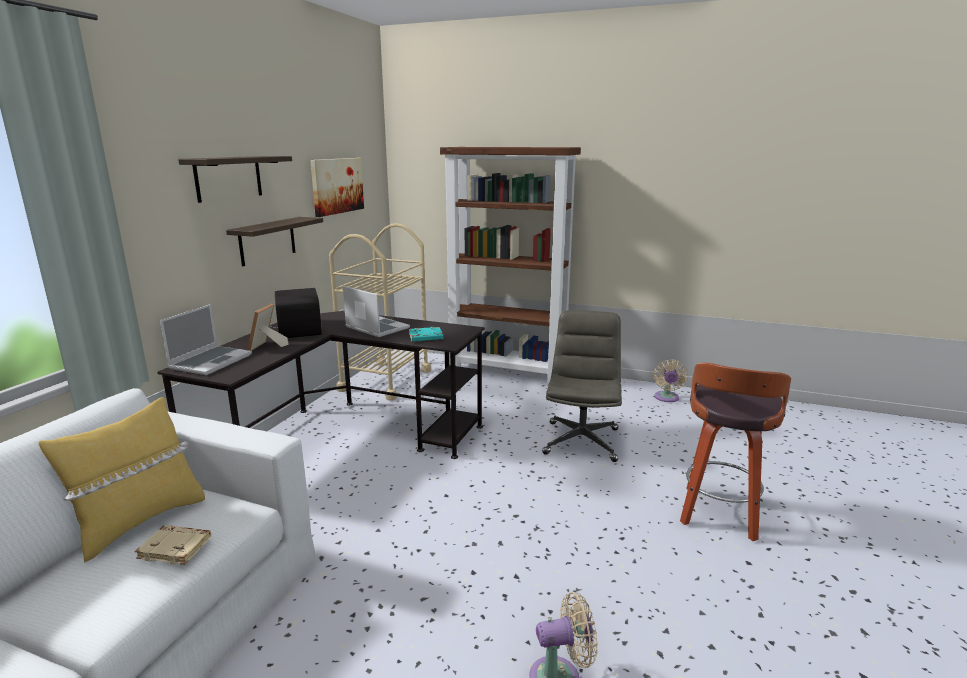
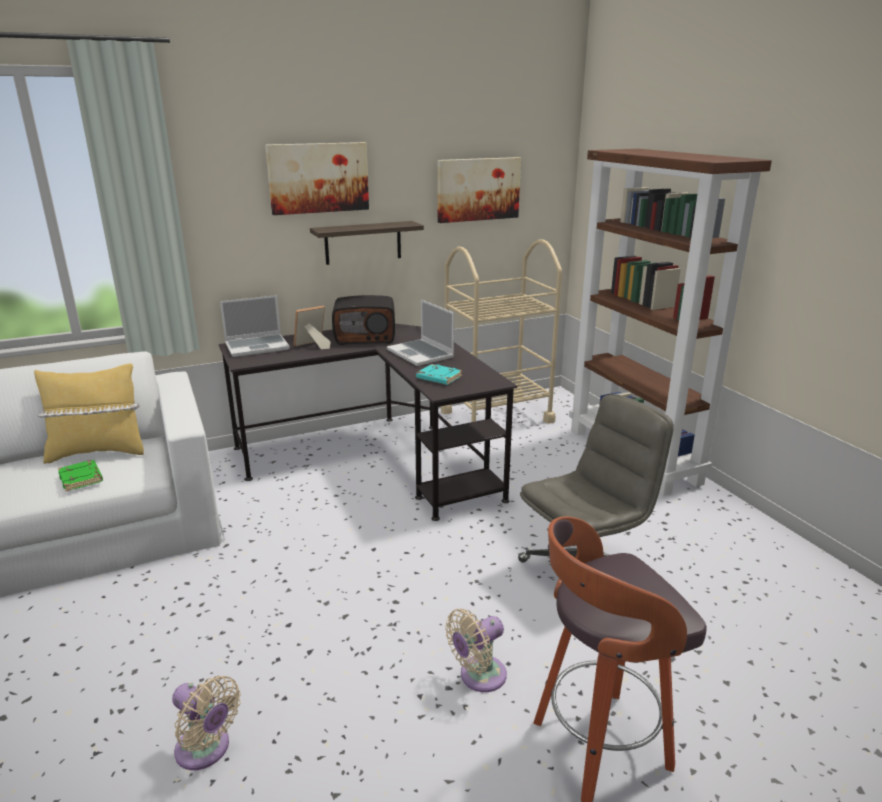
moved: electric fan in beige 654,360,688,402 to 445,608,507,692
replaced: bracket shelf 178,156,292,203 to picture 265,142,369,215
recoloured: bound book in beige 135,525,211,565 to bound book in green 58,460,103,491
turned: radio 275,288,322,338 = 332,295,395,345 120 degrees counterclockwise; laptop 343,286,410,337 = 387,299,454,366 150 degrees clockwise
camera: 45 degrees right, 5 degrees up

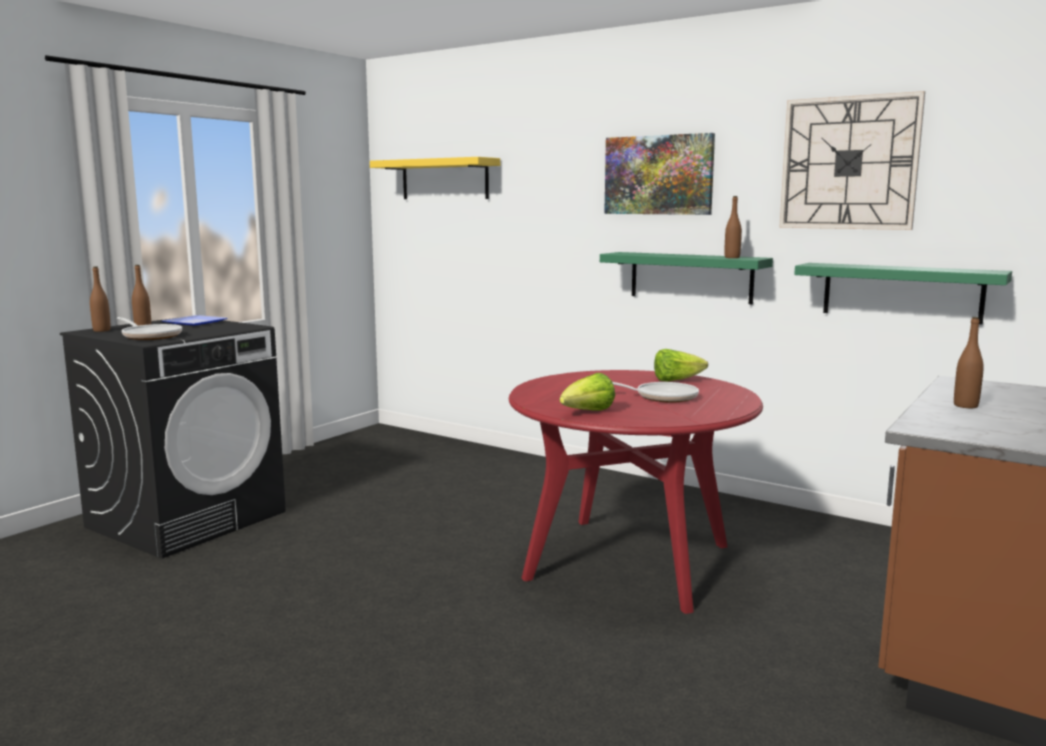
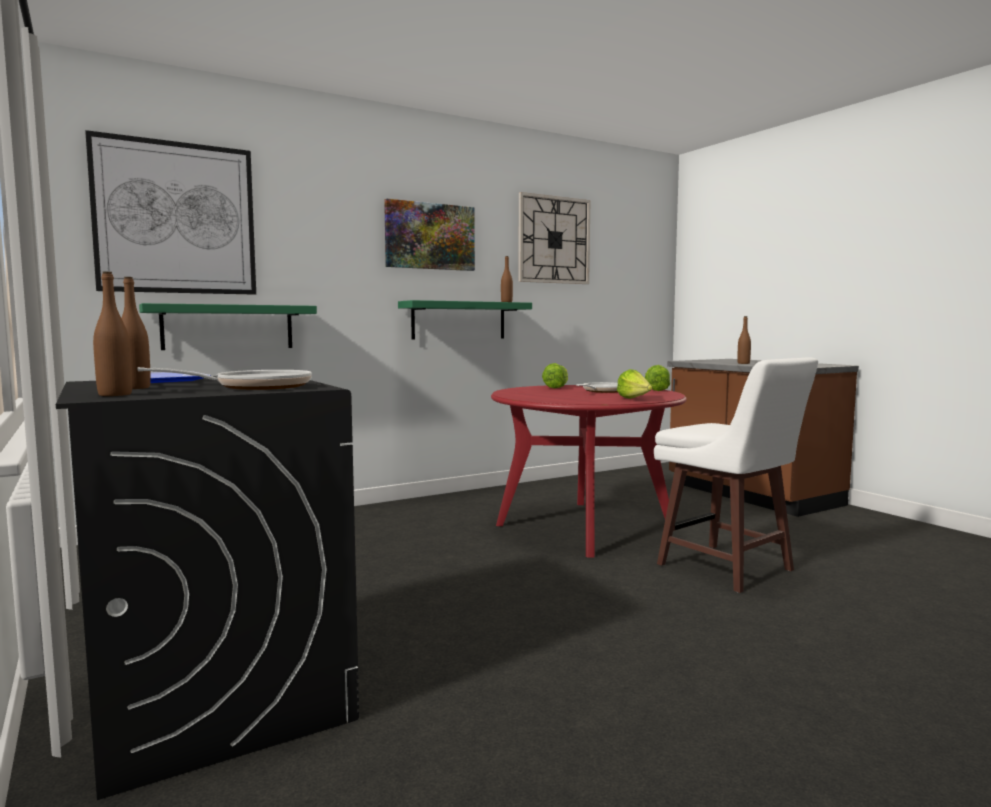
added: lettuce 645,365,670,391; sitting stool in white-coloured 654,357,818,593
moved: bracket shelf in green 794,263,1012,324 to 139,303,317,350
replaced: bracket shelf in yellow 370,157,500,199 to picture 85,130,256,295
camera: 65 degrees left, 5 degrees down

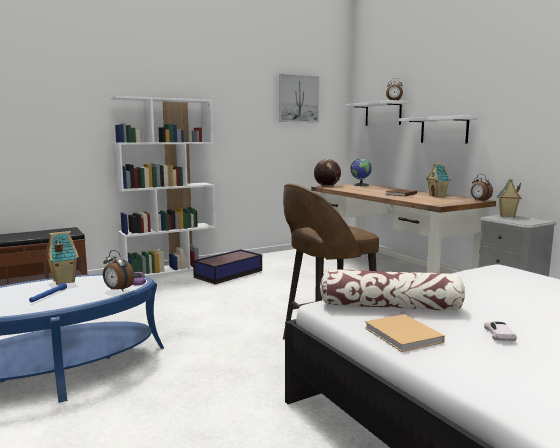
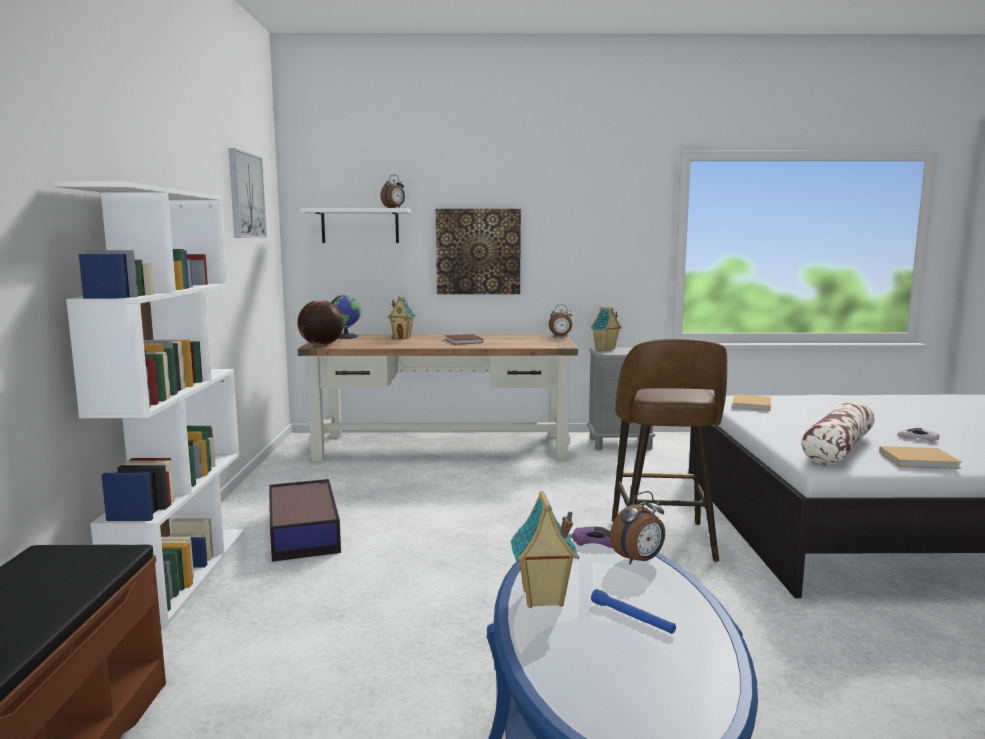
added: bound book in beige 732,394,771,411
moved: miniature house 426,163,451,197 to 387,295,415,339
replaced: bracket shelf in white-coloured 399,116,478,143 to picture 436,209,521,294
camera: 60 degrees left, 0 degrees up

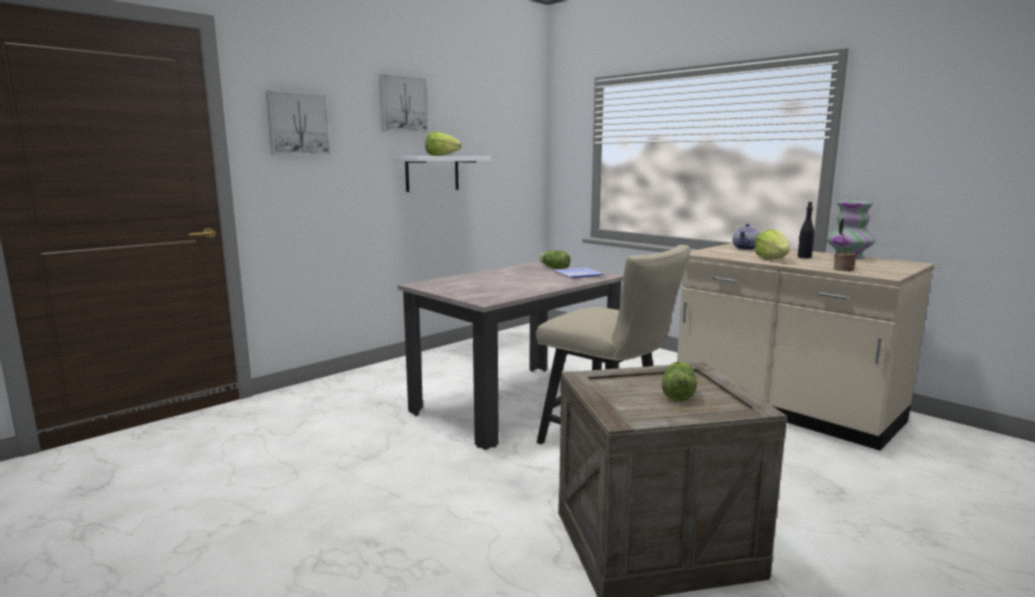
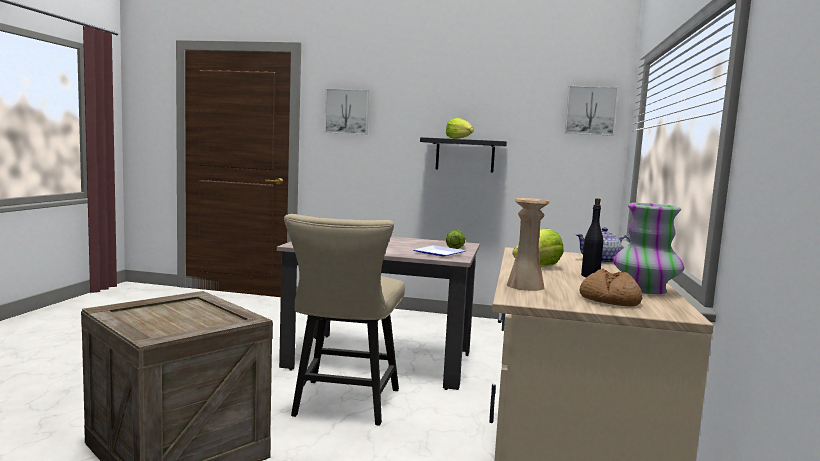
removed: lettuce 662,362,697,402
added: bread 580,268,643,307
moved: picture 379,74,429,132 to 565,86,618,136
replaced: plant in a pot 833,218,856,271 to vase in beige 507,198,550,291
recoloured: bracket shelf in white-coloured 394,156,491,192 to bracket shelf in black-coloured 420,137,507,173
camera: 55 degrees right, 5 degrees down

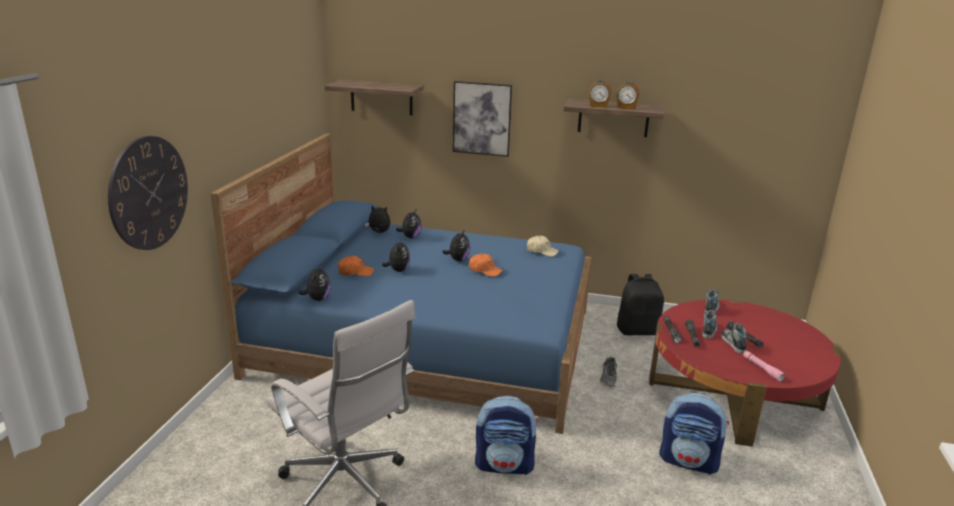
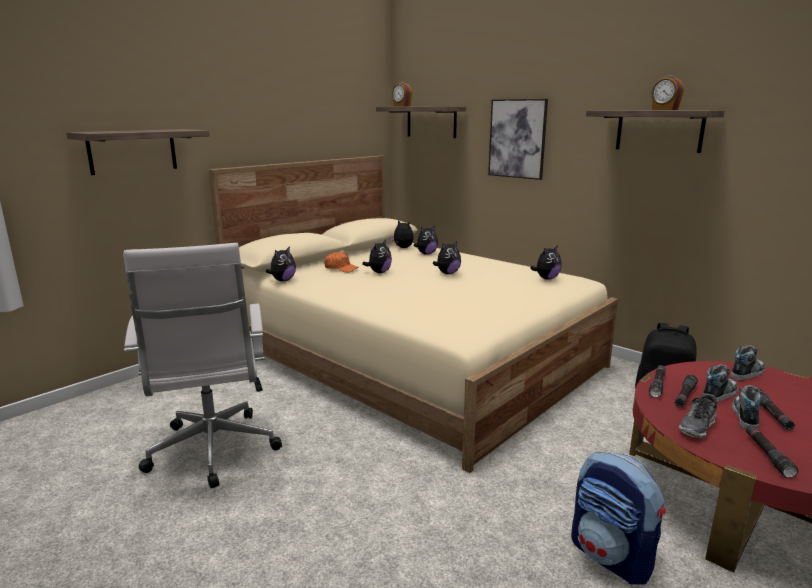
removed: cap in orange 469,254,503,277; rucksack 475,395,538,475
moved: bedside clock 589,80,611,108 to 392,82,412,107; low shoe 600,357,617,387 to 679,393,717,438
replaced: clock on the wall 108,136,188,250 to bracket shelf 66,129,210,175; cap in beige 527,236,559,257 to plush toy 530,245,562,280
recoloured: bedroom bed in bluish 210,133,591,434 to bedroom bed in beige 209,156,618,473; torch in pink-coloured 743,351,785,381 to torch in black-coloured 746,425,798,478
camera: 30 degrees right, 5 degrees down

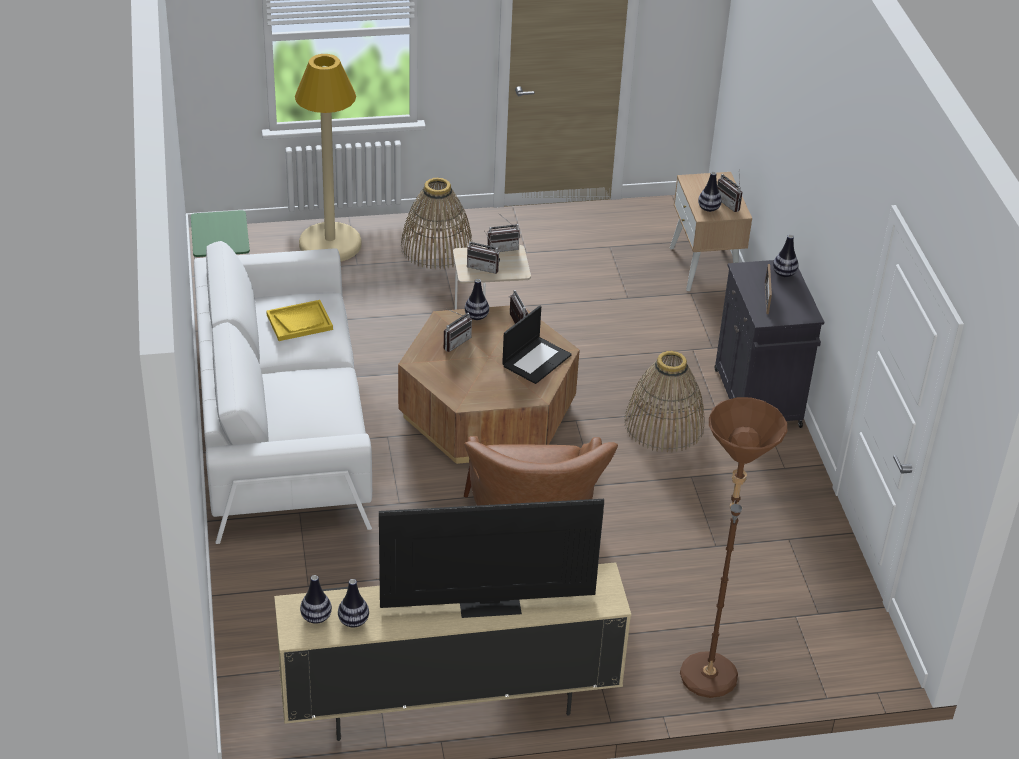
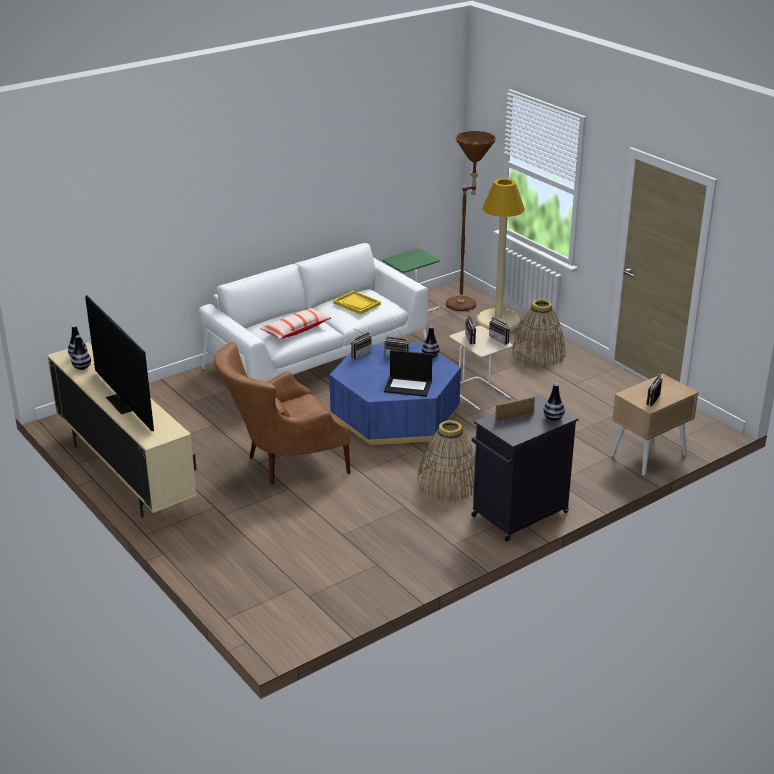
removed: vase 698,172,722,212
added: cushion 259,308,331,339
moved: radio 509,290,528,324 to 351,328,372,359; standard lamp in brown 680,397,787,698 to 446,131,496,311
recoloured: coffee table in brown 398,306,580,464 to coffee table in bluish 329,342,461,445
camera: 65 degrees right, 10 degrees down

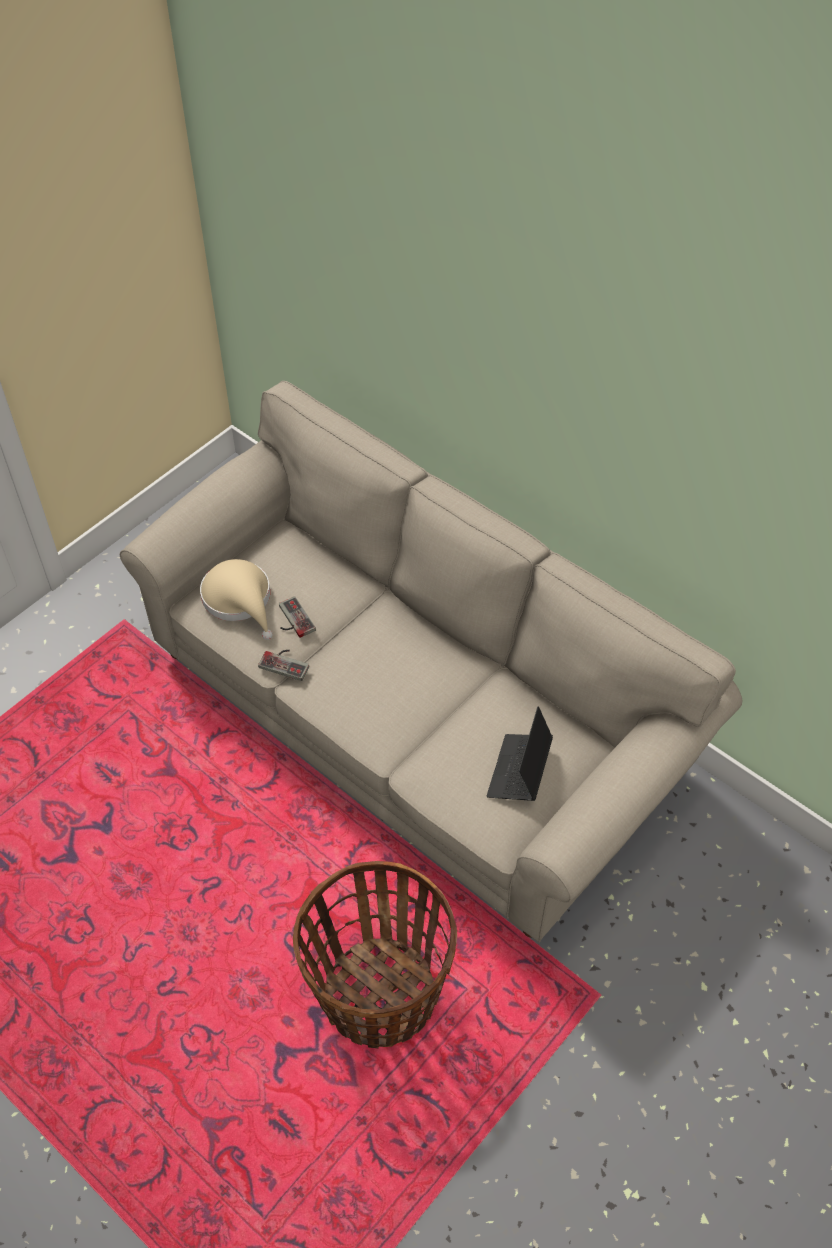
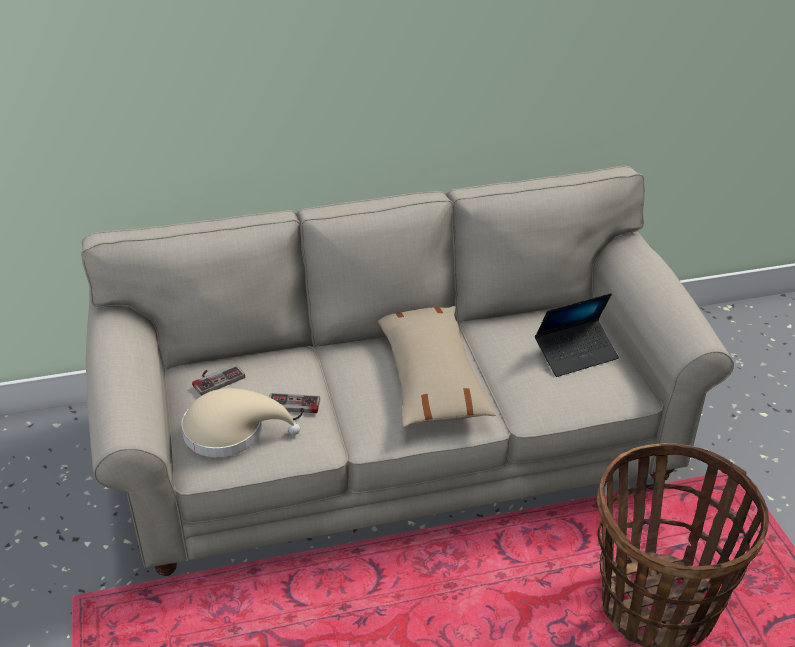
added: cushion in beige 378,306,496,428
moved: joypad 258,650,309,681 to 192,364,245,396
turned: laptop 487,706,553,801 = 535,293,619,377 75 degrees counterclockwise
camera: 55 degrees left, 15 degrees down

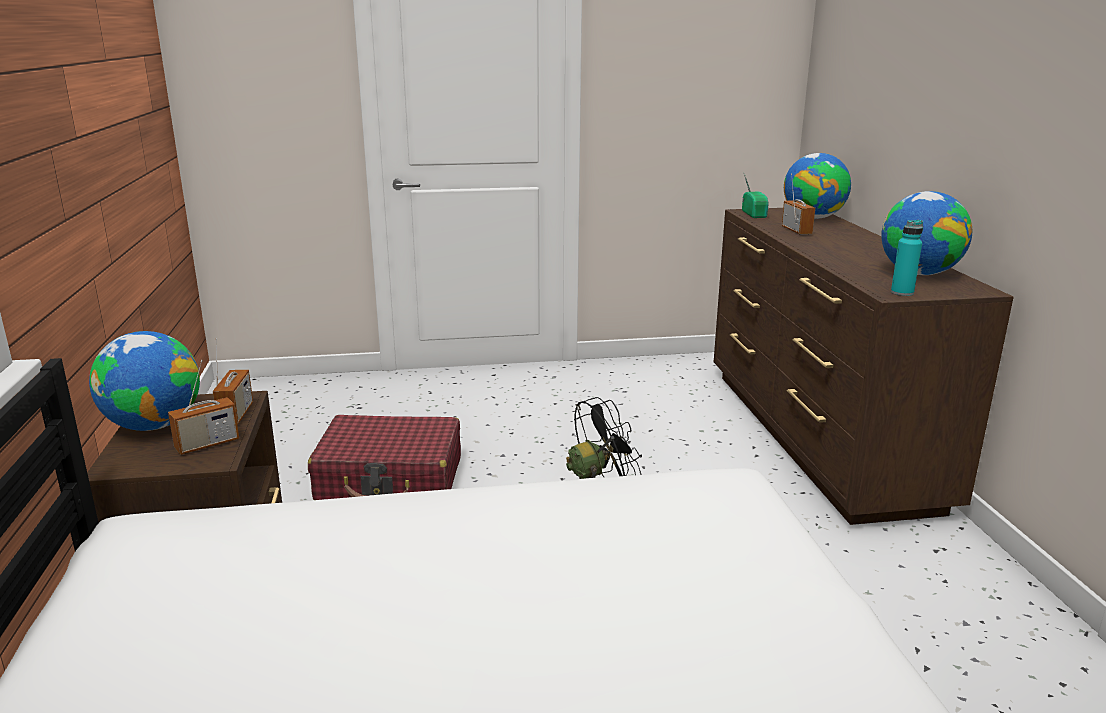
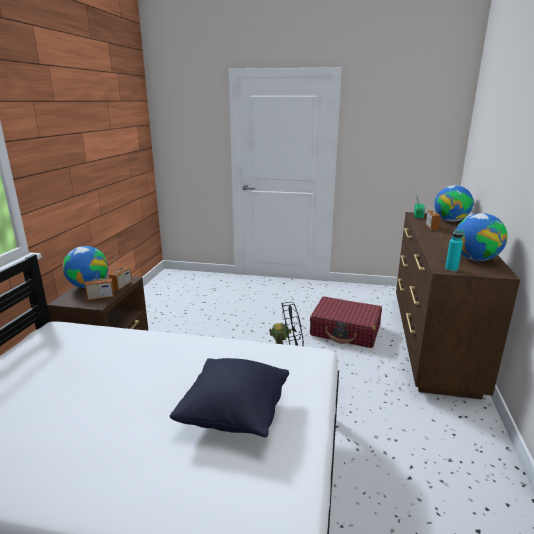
added: cushion in black-coloured 170,358,289,437
moved: suitcase in red 308,415,461,500 to 310,296,382,348
camera: 20 degrees right, 0 degrees up

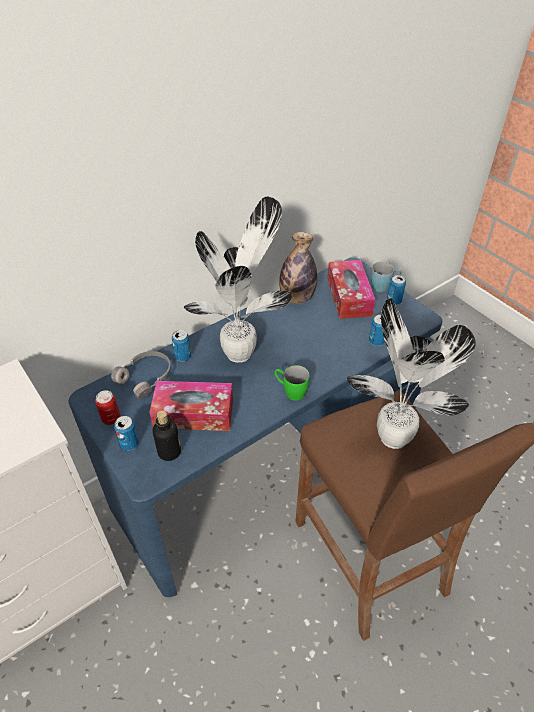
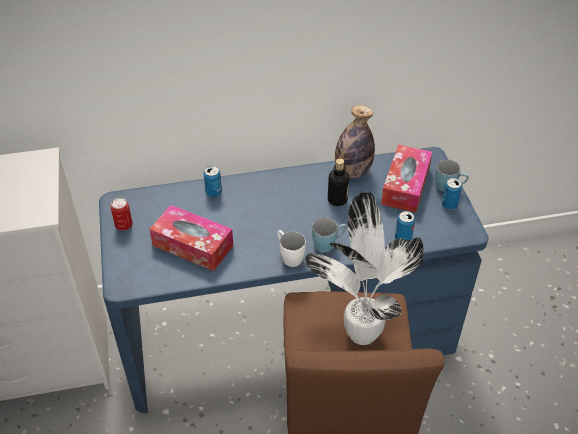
removed: headphones in greyish 111,351,171,399; can 114,416,139,451; plant in a pot 184,197,292,363
added: mug in bluish 312,218,347,252
moved: beverage bottle 153,410,181,461 to 328,158,349,206
recoloured: mug in green 275,365,310,401 to mug in white-coloured 277,230,306,267
camera: 25 degrees right, 0 degrees up

